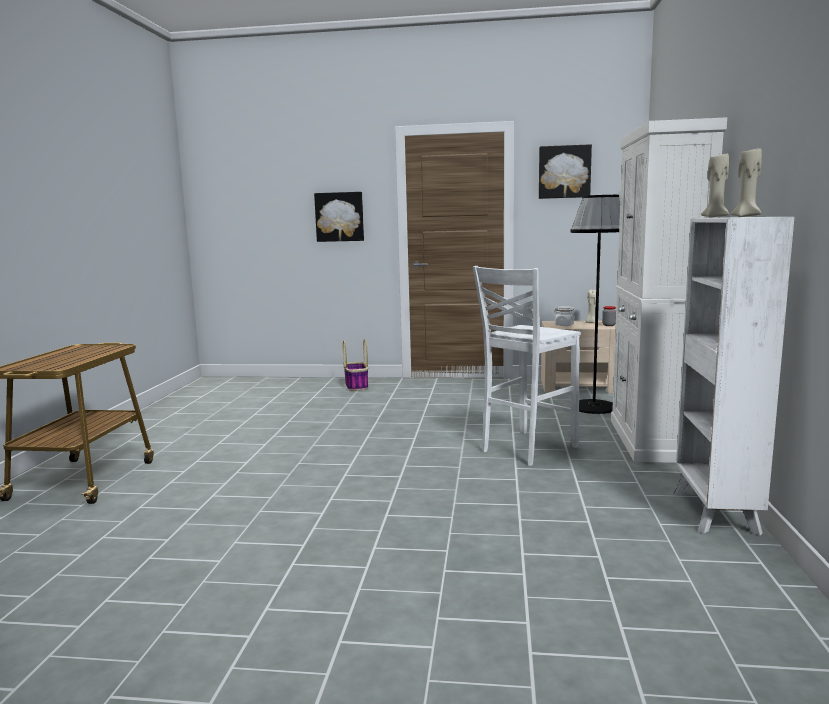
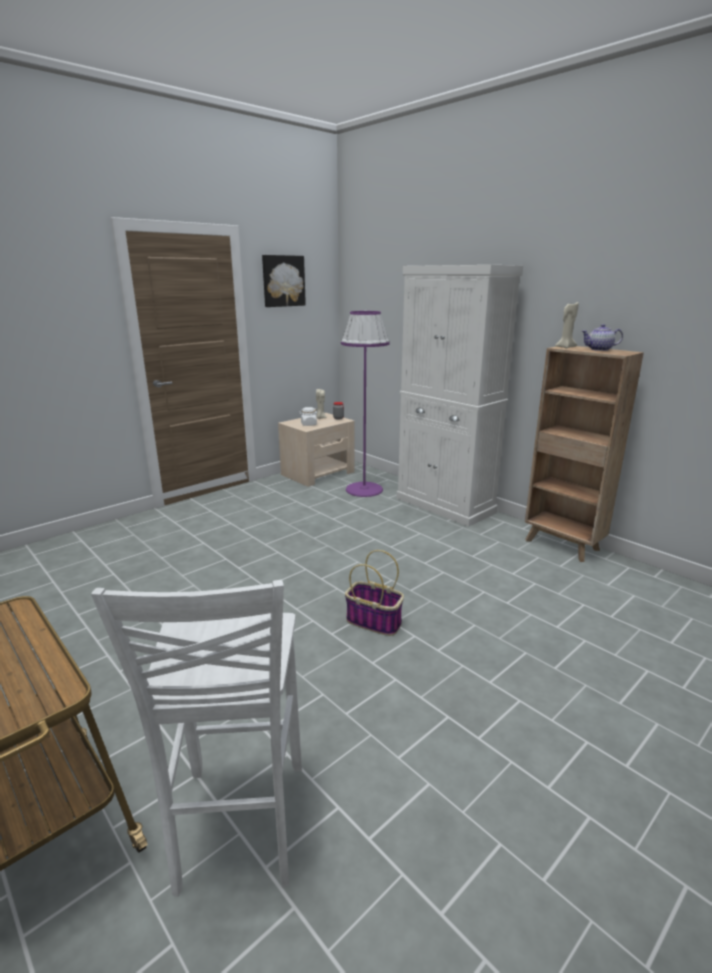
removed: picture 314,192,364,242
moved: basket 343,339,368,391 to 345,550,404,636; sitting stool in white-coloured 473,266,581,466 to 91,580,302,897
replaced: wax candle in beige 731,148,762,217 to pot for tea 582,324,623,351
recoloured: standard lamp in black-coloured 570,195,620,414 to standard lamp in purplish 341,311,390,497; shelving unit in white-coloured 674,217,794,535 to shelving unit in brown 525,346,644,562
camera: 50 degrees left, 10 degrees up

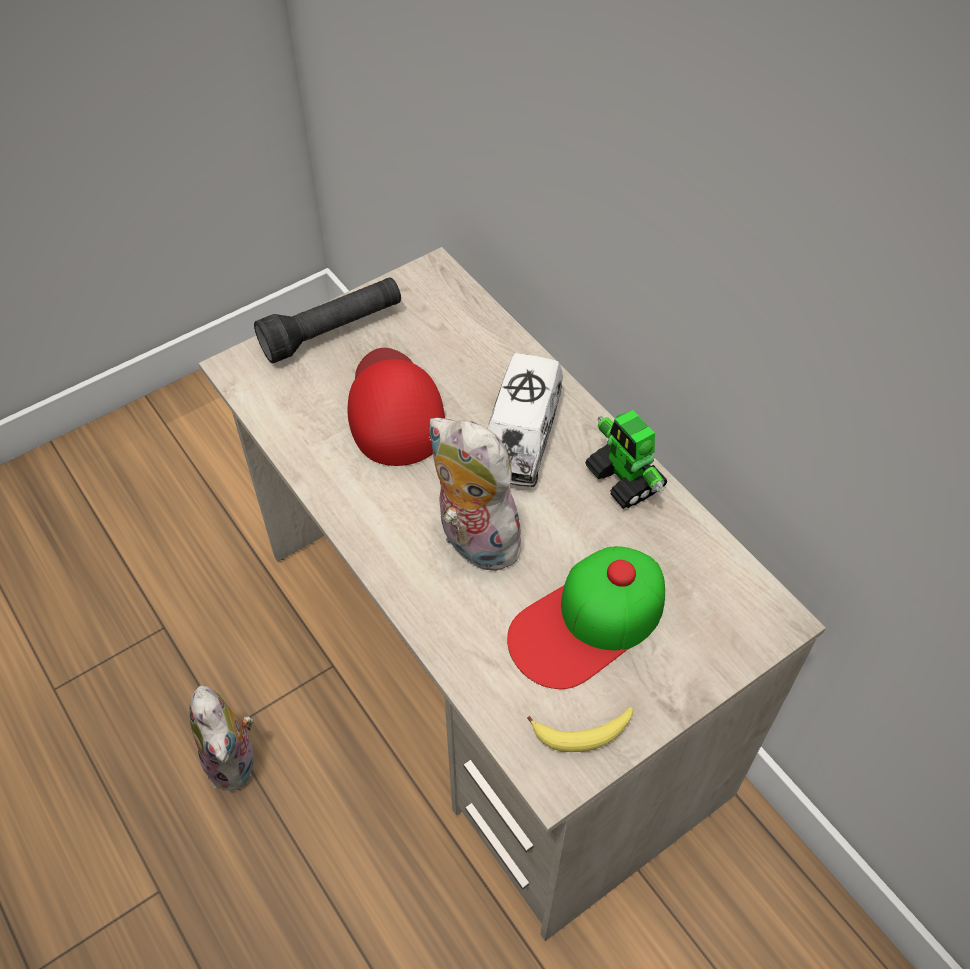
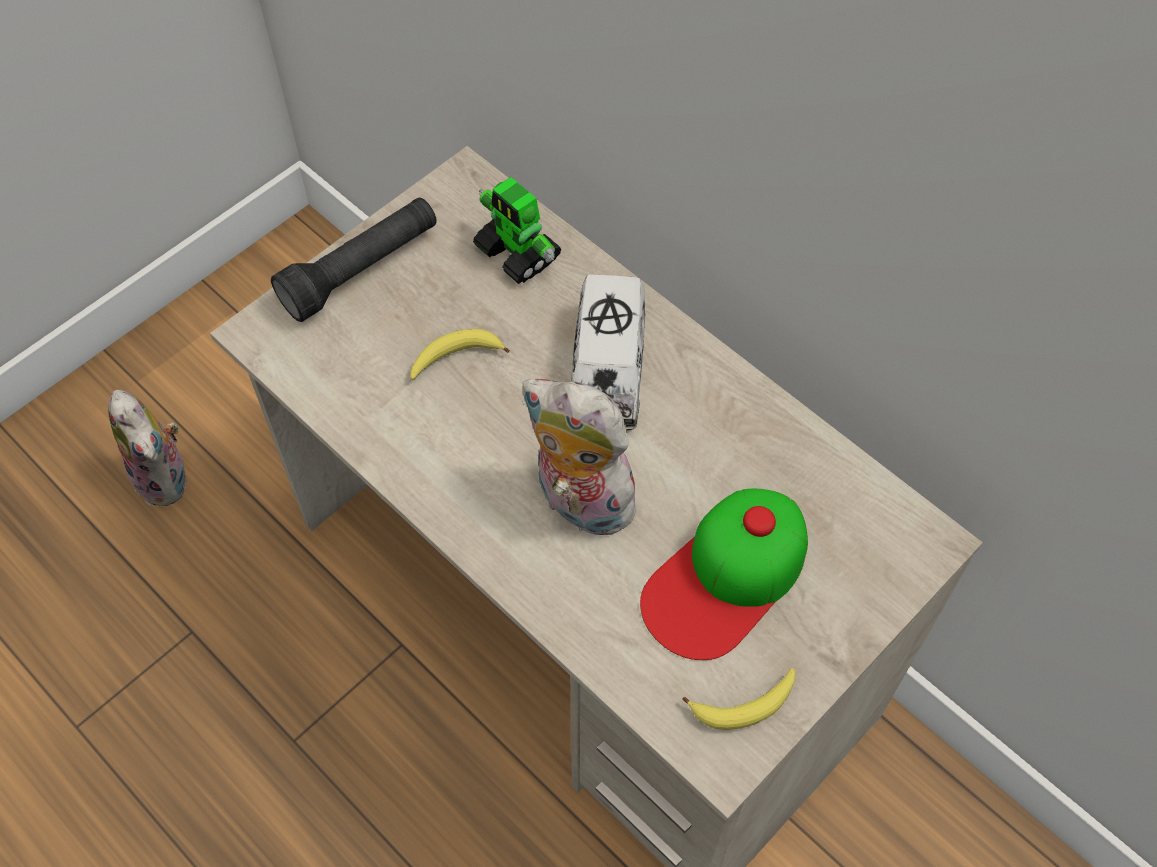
moved: plush toy 189,686,254,791 to 108,390,187,506; robot figure 585,410,668,509 to 473,177,561,284
replaced: cap in red 347,348,445,466 to banana 410,329,510,380
camera: 10 degrees left, 5 degrees up

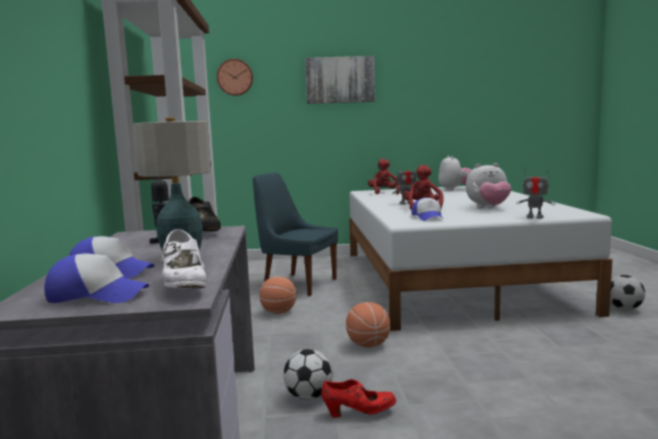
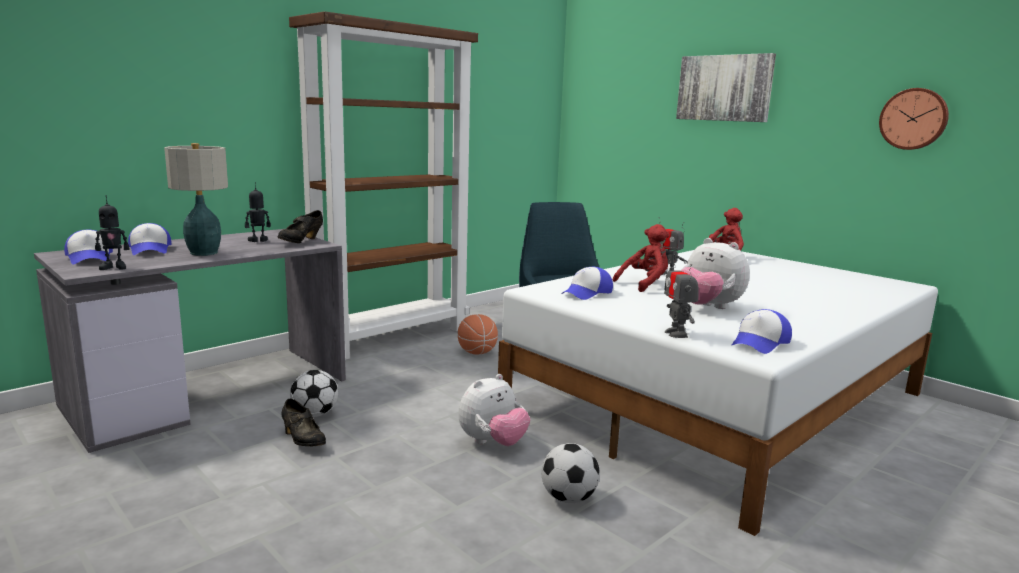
removed: basketball ball 346,302,390,347
added: cap 732,309,792,354
moved: clock on the wall 217,59,253,96 to 879,88,949,150; plush toy 438,156,472,190 to 458,374,530,446; ball for football 610,275,645,310 to 541,443,600,503
replaced: low shoe in white-coloured 161,229,206,289 to robot figure 95,195,129,270
recoloured: low shoe in red 321,379,396,418 to low shoe in black-coloured 281,399,326,446
camera: 50 degrees right, 5 degrees up

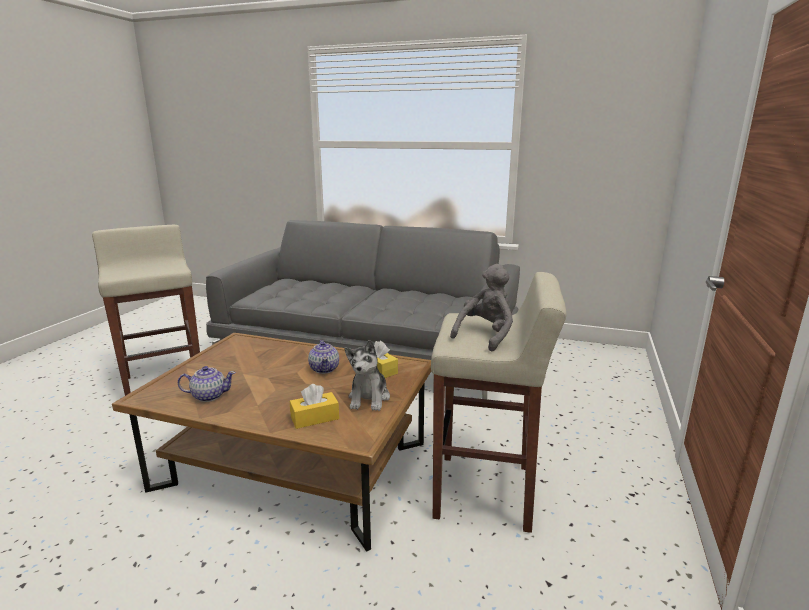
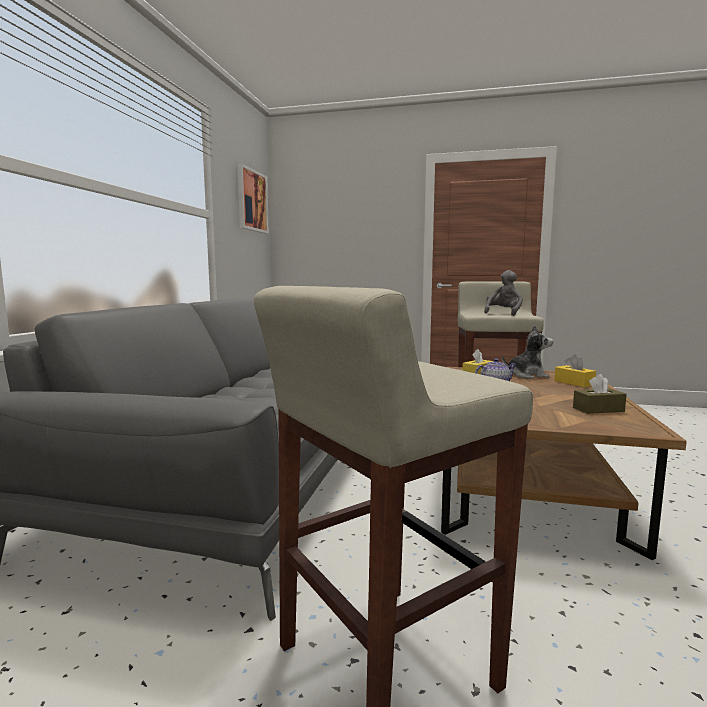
added: picture 237,163,269,234
replaced: pot for tea 178,366,236,402 to box of tissues in brown 573,374,627,414
turned: plush toy in greyish 450,264,513,352 = 484,270,523,316 90 degrees clockwise
camera: 95 degrees left, 10 degrees down

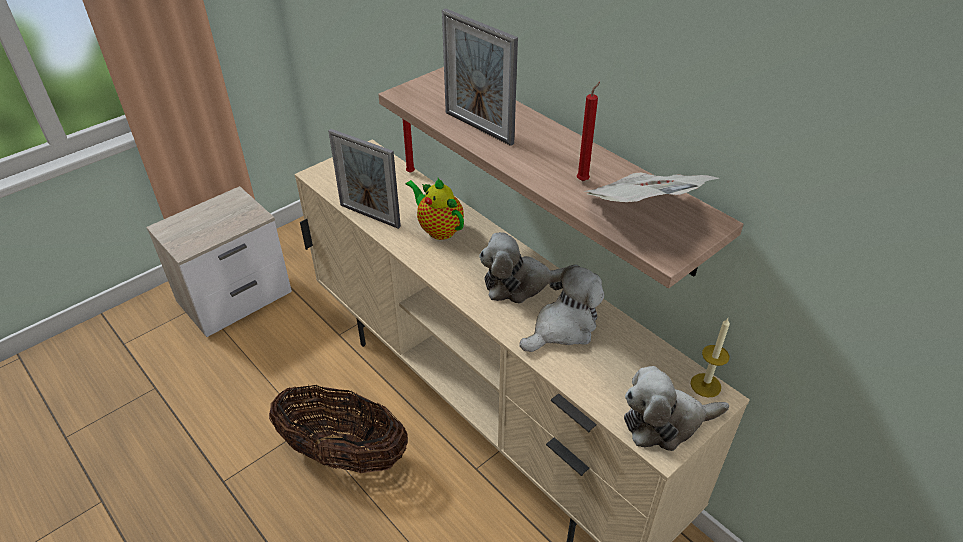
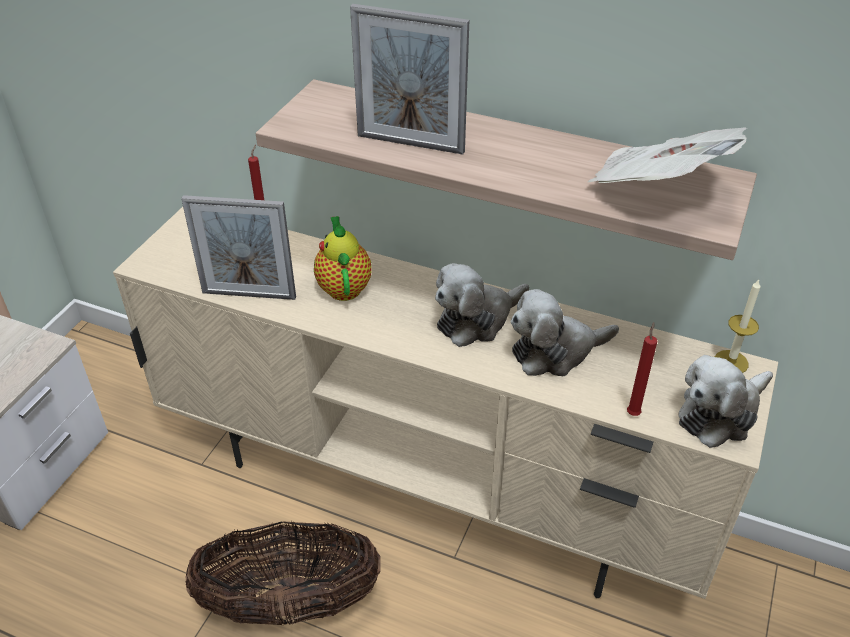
moved: wax candle in red 577,82,600,181 to 627,322,657,416
turned: pot for tea 406,178,464,240 = 314,216,371,301 60 degrees clockwise; plush toy 519,264,604,352 = 511,289,619,376 135 degrees counterclockwise
camera: 25 degrees left, 0 degrees up

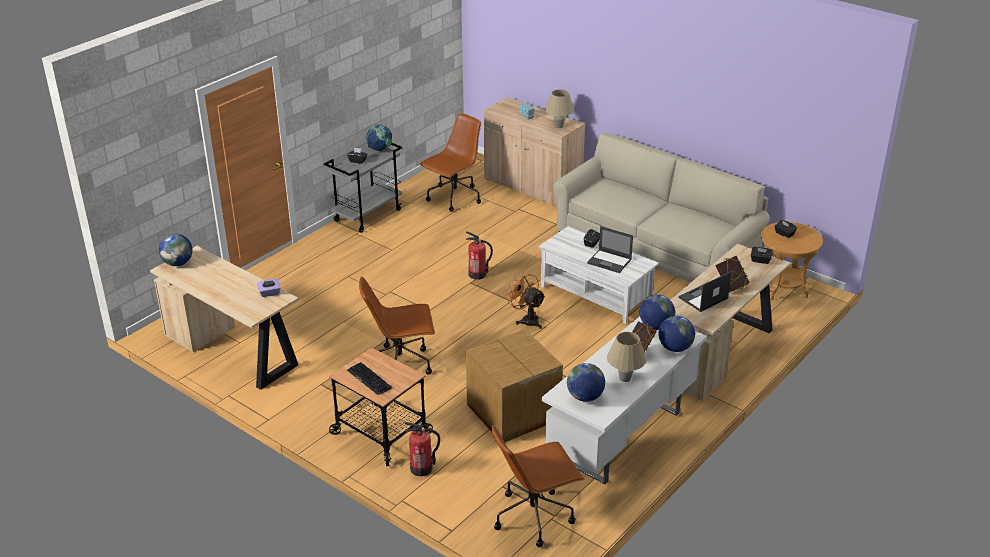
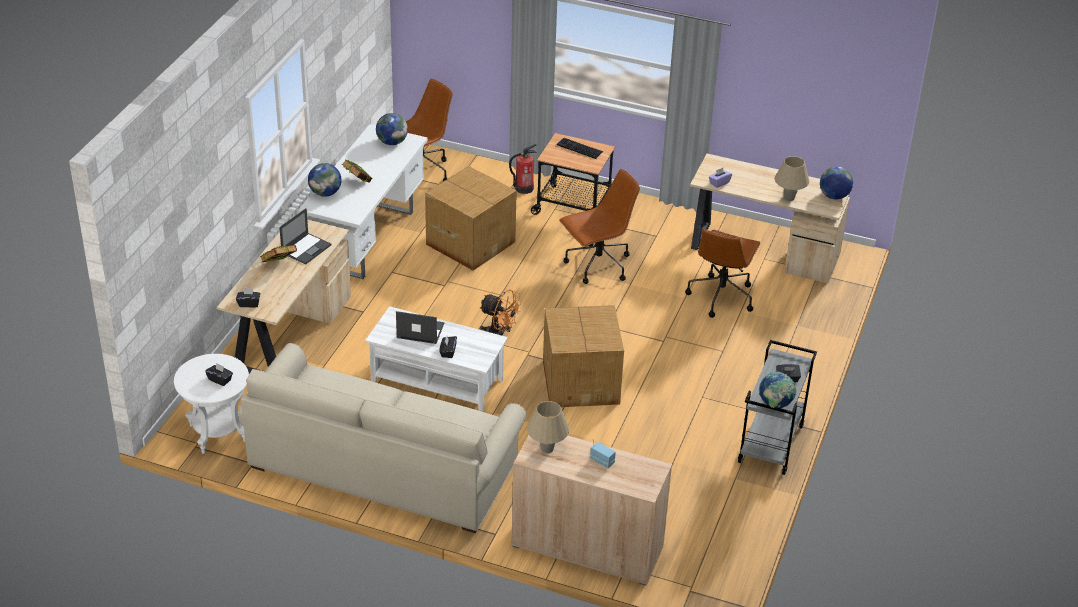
removed: globe 640,295,675,330
moved: computer chair in brown 420,113,481,212 to 685,229,761,318; tabletop lamp in beige 607,332,646,382 to 775,156,809,201
replaced: fire-fighting cylinder 466,231,493,280 to packing box 543,305,624,407
recoloured: side table in brown 761,222,823,300 to side table in white-coloured 174,354,249,454
camera: 160 degrees right, 5 degrees up

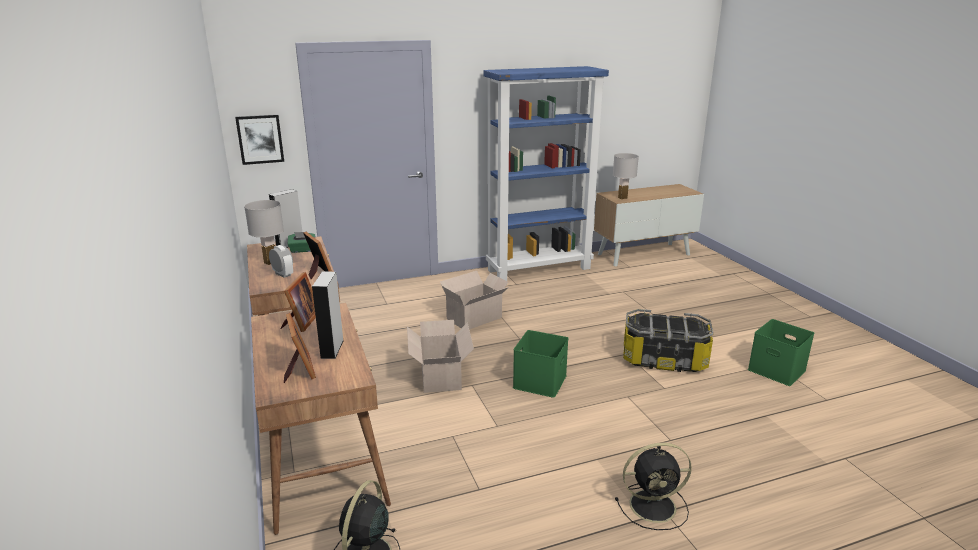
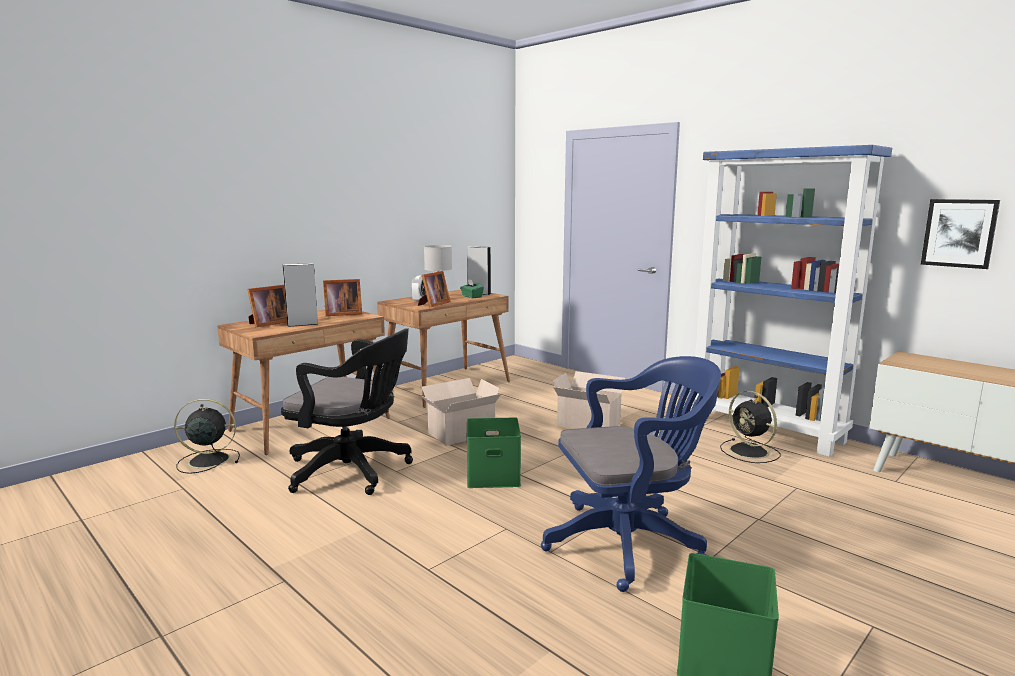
removed: tabletop lamp in white-coloured 613,153,639,199
added: computer chair in black-coloured 281,328,413,495
moved: picture 235,114,284,165 to 921,199,1000,269; electric fan in black-coloured 615,442,692,530 to 720,391,781,463
replaced: storage bin 623,309,714,372 to computer chair in bluish 541,356,721,592
camera: 65 degrees right, 10 degrees down

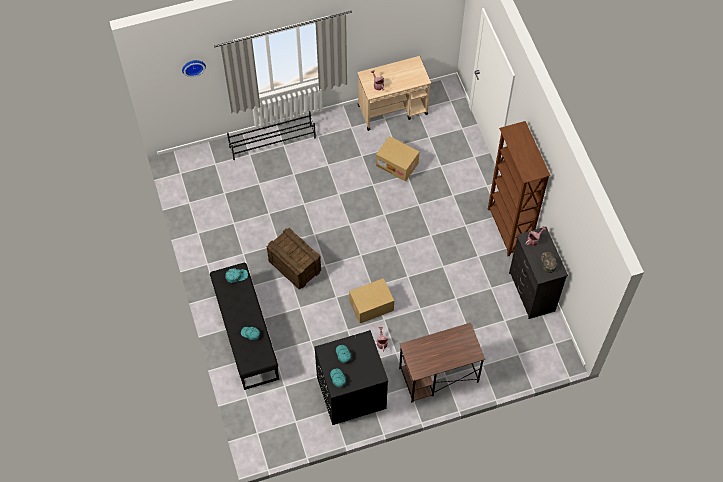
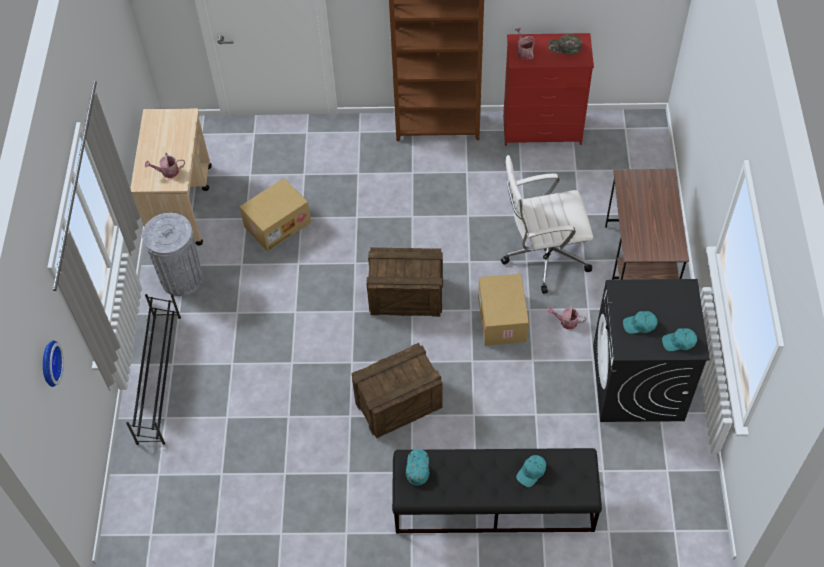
added: rubbish bin in greyish 142,213,203,296; crate 366,247,443,317; computer chair in white-coloured 501,155,593,294
recoloured: chest of drawers in black-coloured 509,227,568,319 to chest of drawers in red 503,33,594,146
camera: 70 degrees left, 5 degrees down

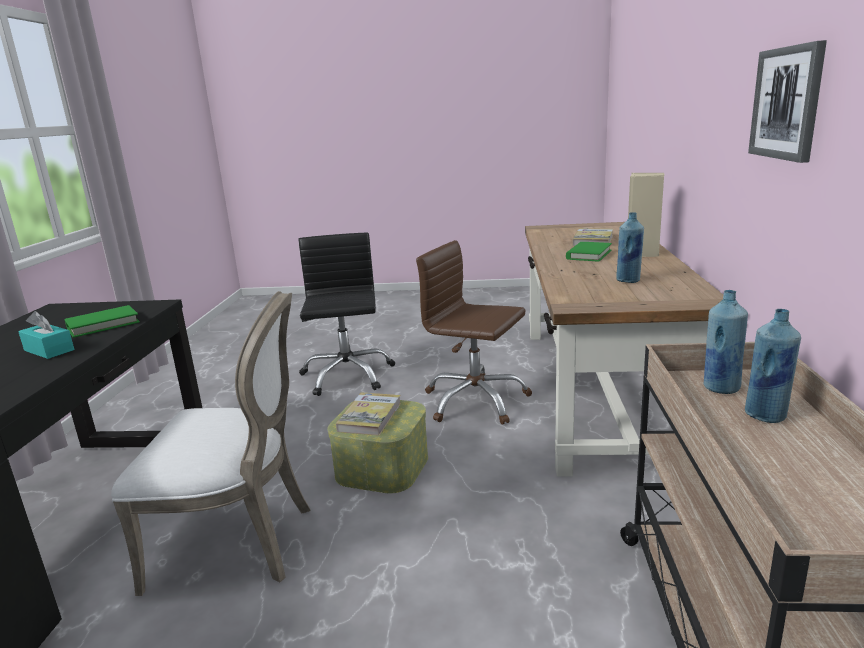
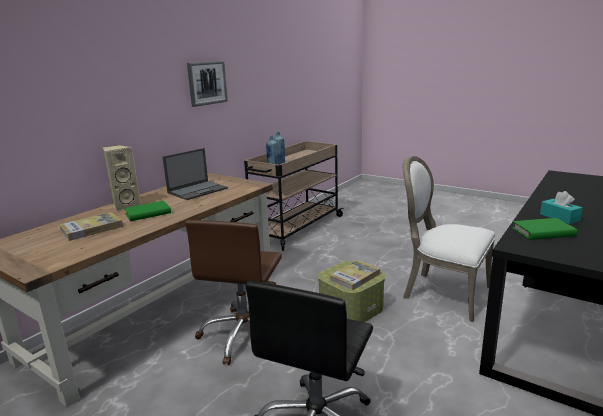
replaced: beverage bottle in bluish 616,212,644,283 to laptop 162,148,228,200
turned: computer chair in brown 416,240,532,425 = 185,220,282,365 45 degrees clockwise
camera: 150 degrees left, 0 degrees up

